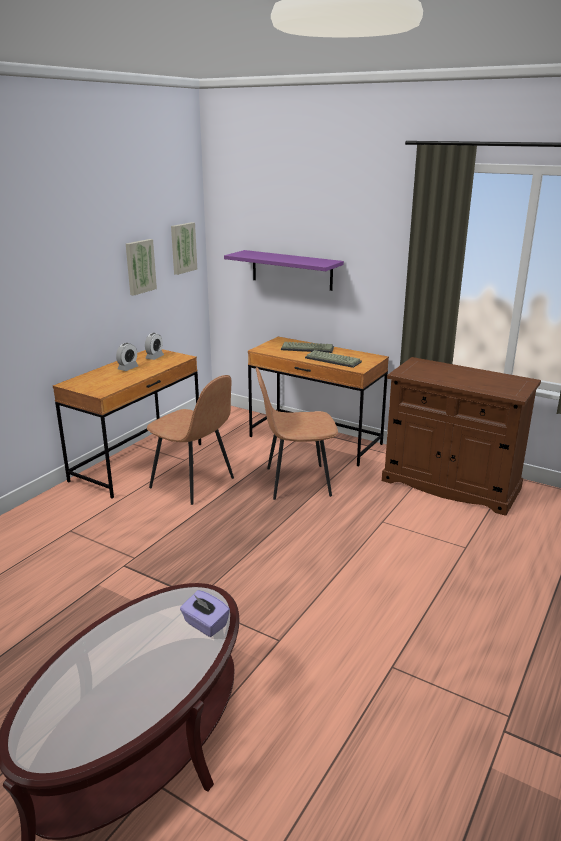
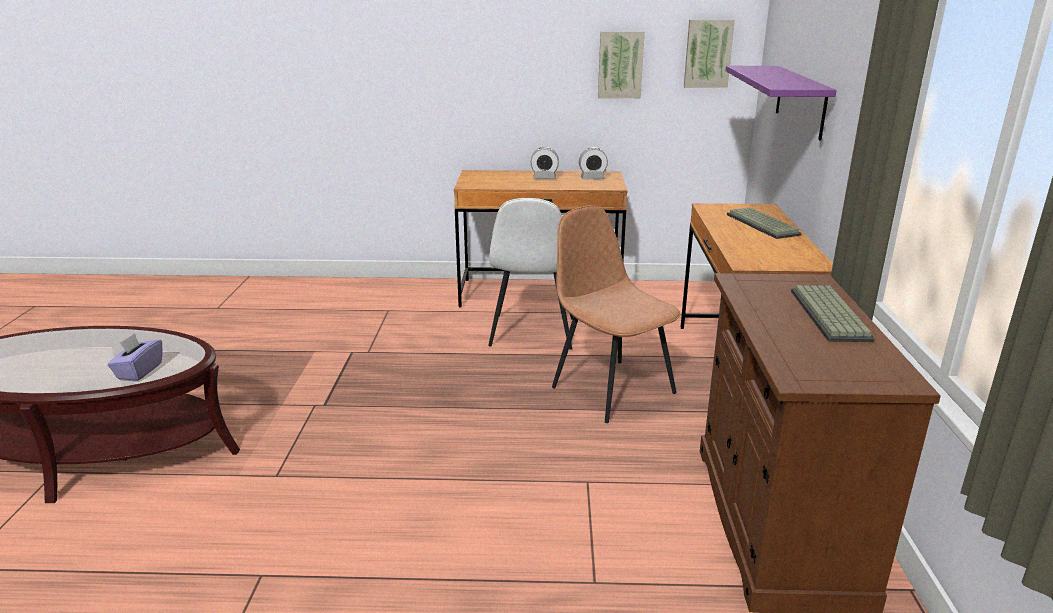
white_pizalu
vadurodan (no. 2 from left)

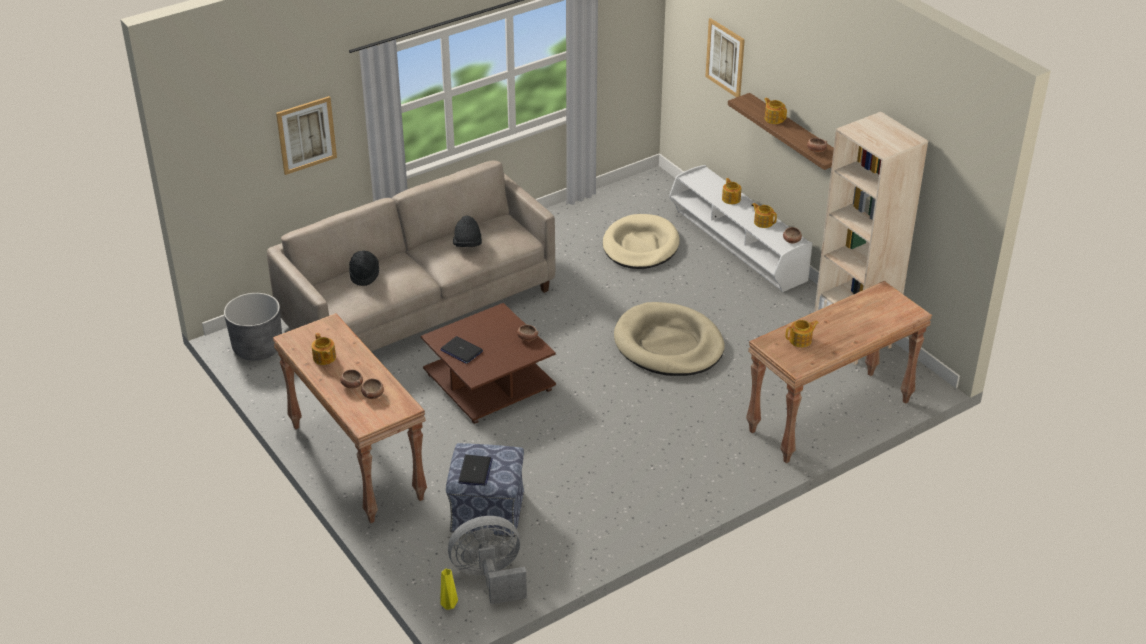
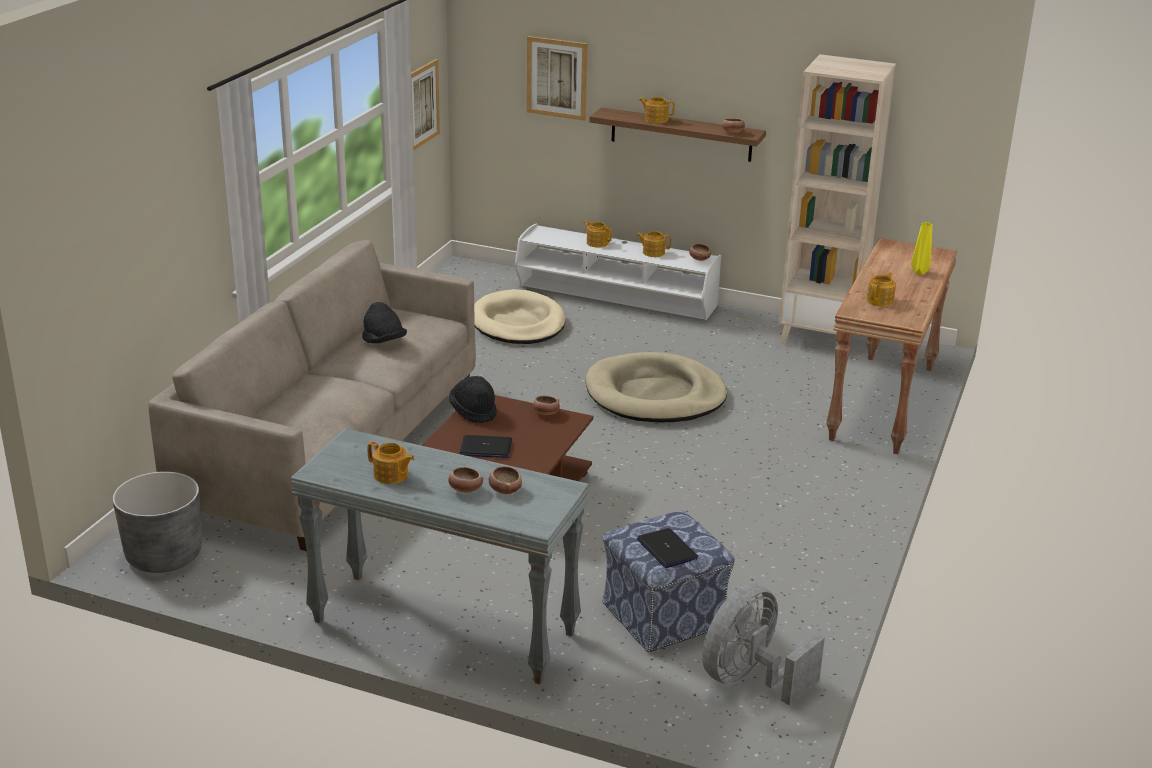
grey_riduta
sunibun (no. 1 from left)
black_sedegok (no. 2 from left)
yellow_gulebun

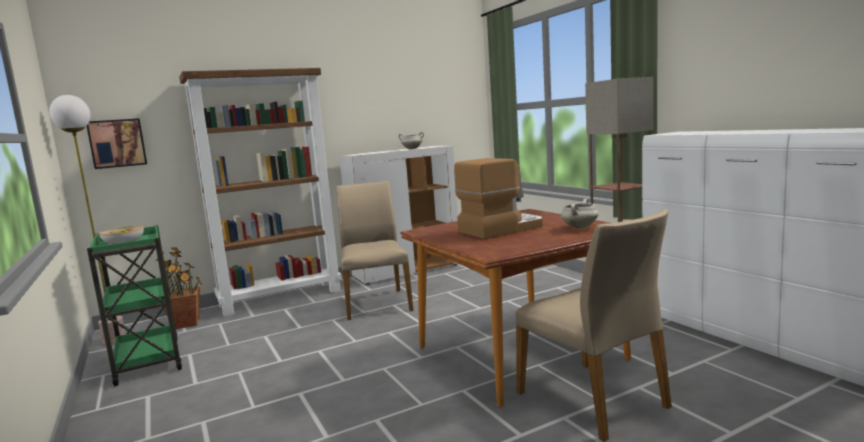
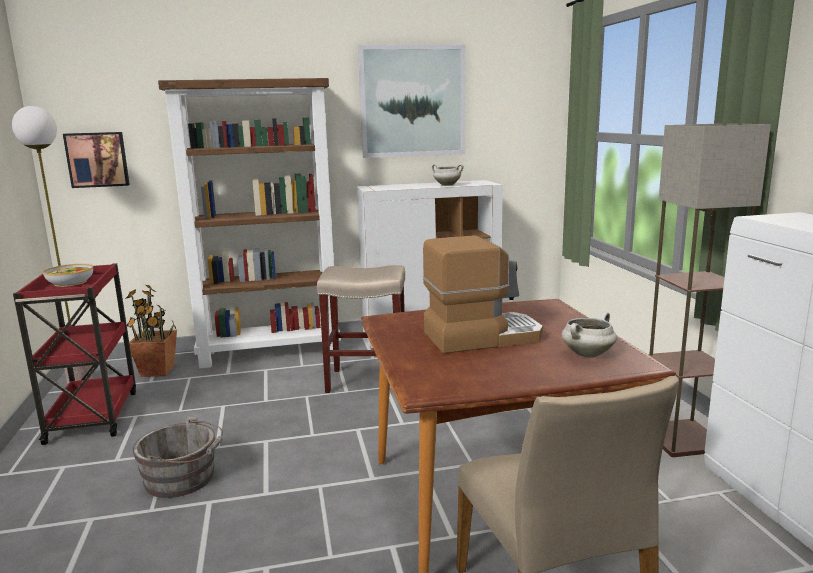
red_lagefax
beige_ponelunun
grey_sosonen
sunibun (no. 2 from left)

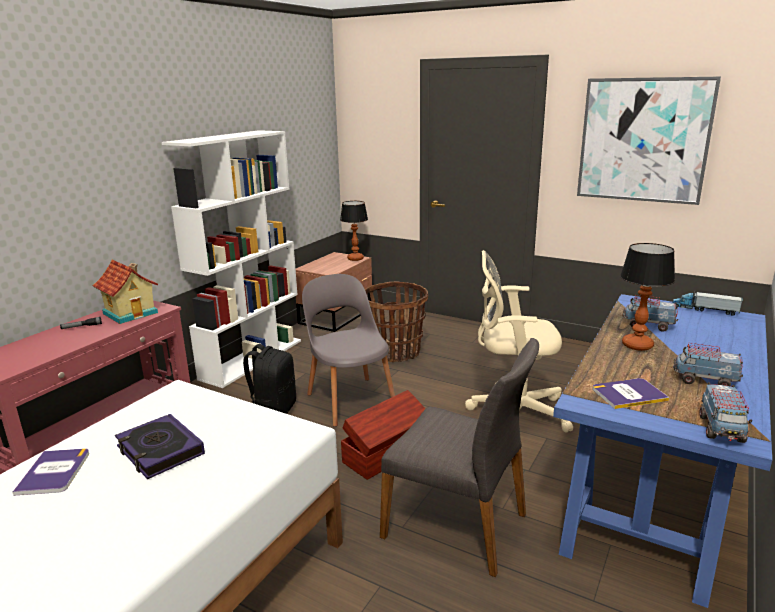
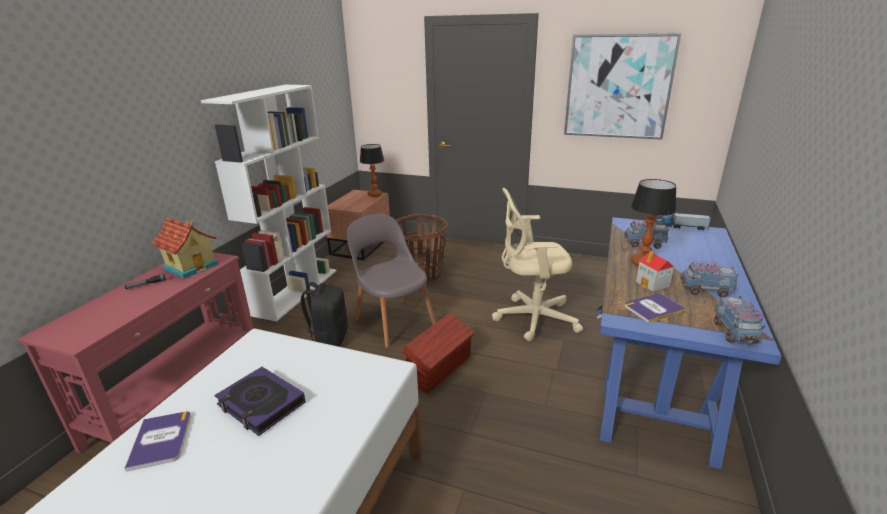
grey_pizalu (no. 2 from left in the first image)
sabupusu (no. 2 from left)

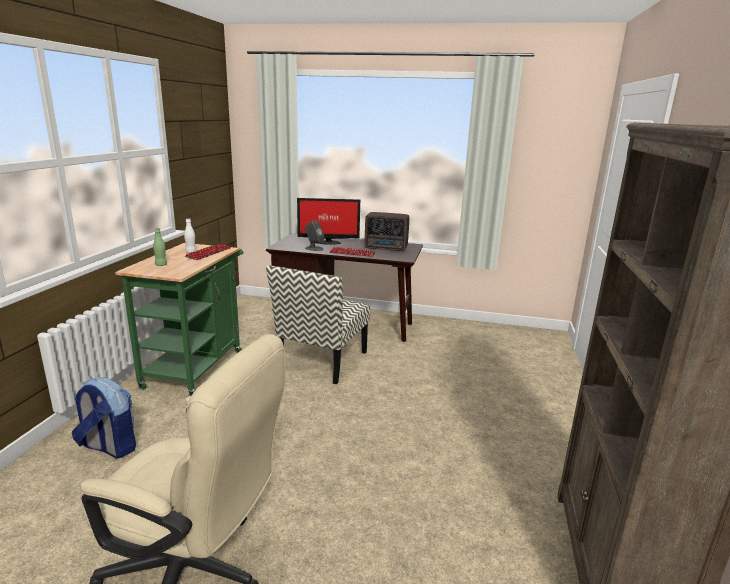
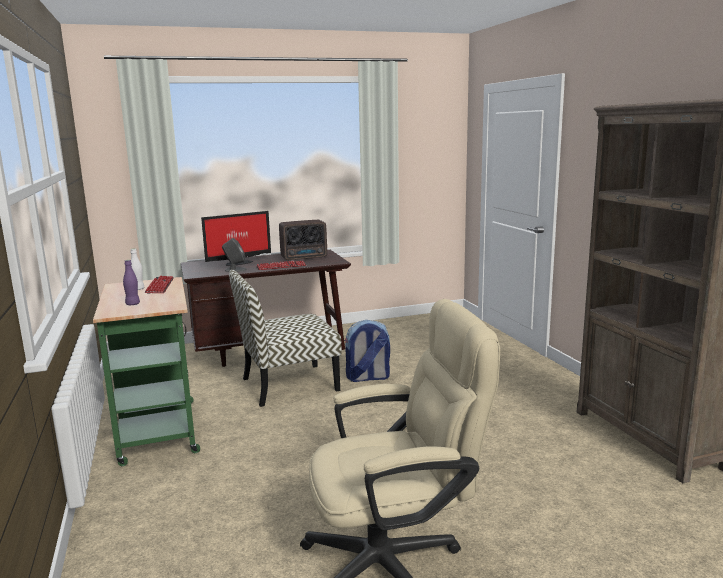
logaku
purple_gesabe
pizalu

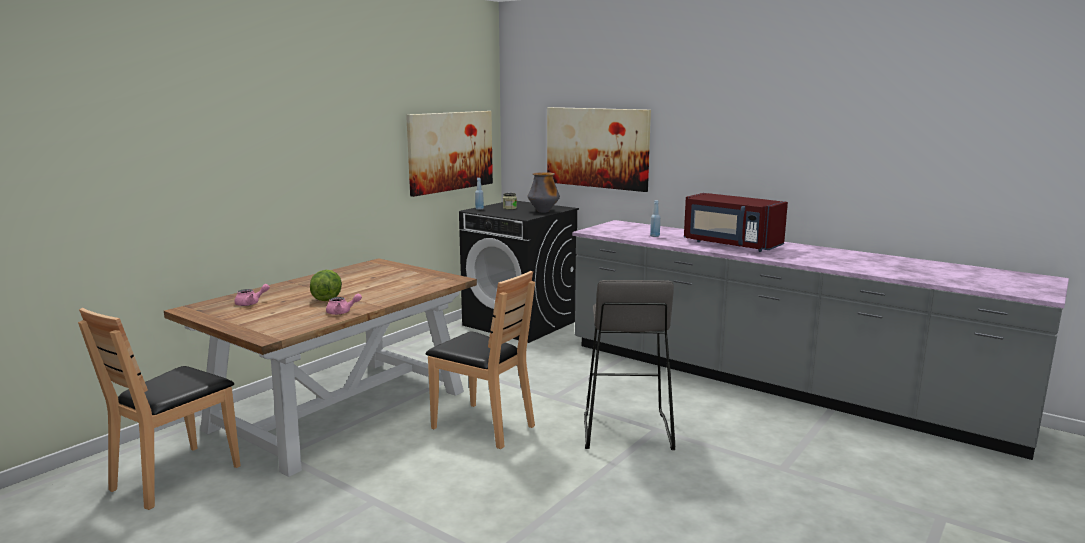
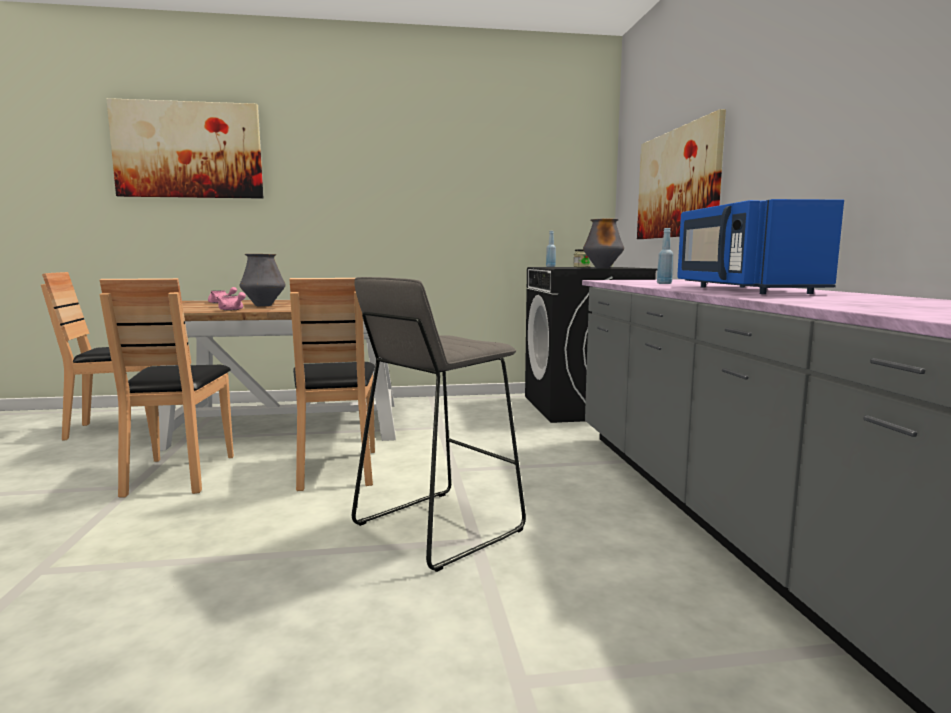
gulebun (no. 1 from left)
sunibun (no. 1 from left)
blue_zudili
brown_pizalu (no. 2 from left)

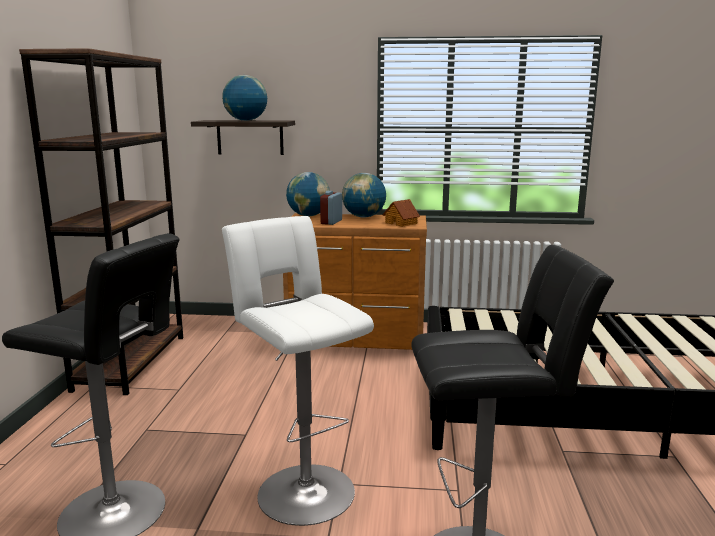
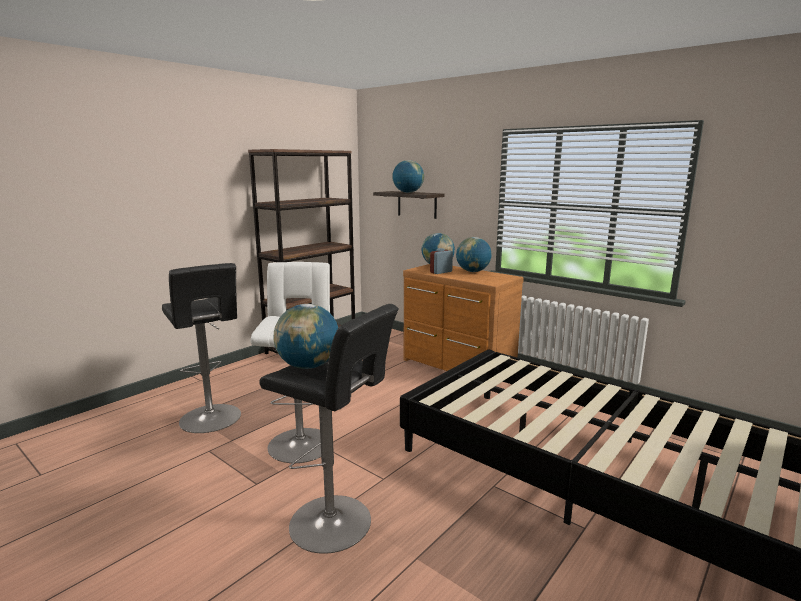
sabupusu
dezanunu (no. 1 from left)

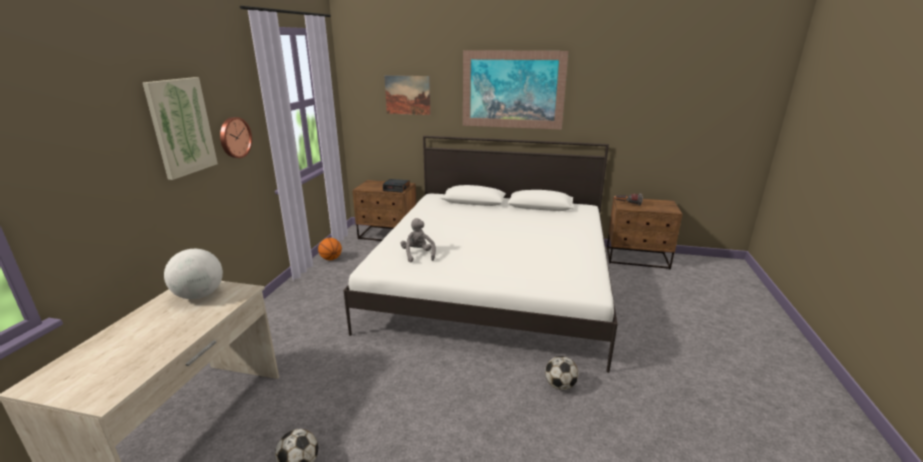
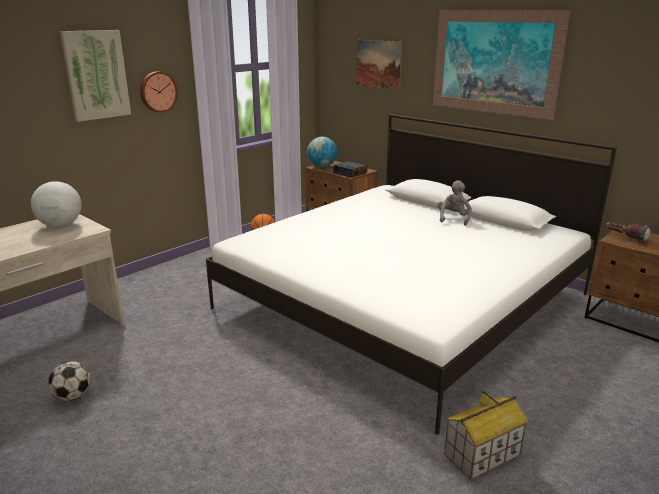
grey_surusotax
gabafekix (no. 2 from left in the first image)
dezanunu (no. 2 from left)
sabupusu

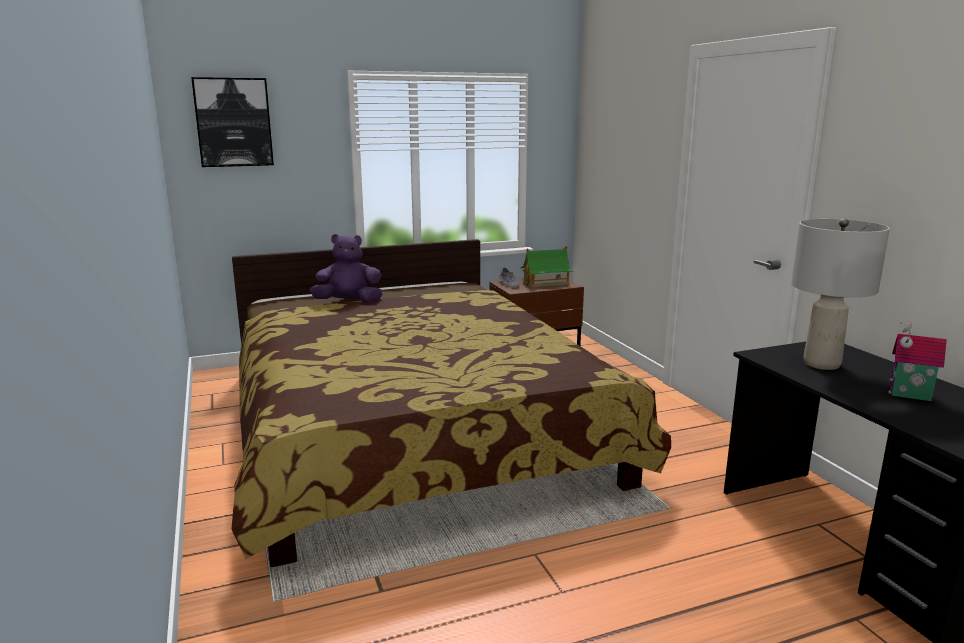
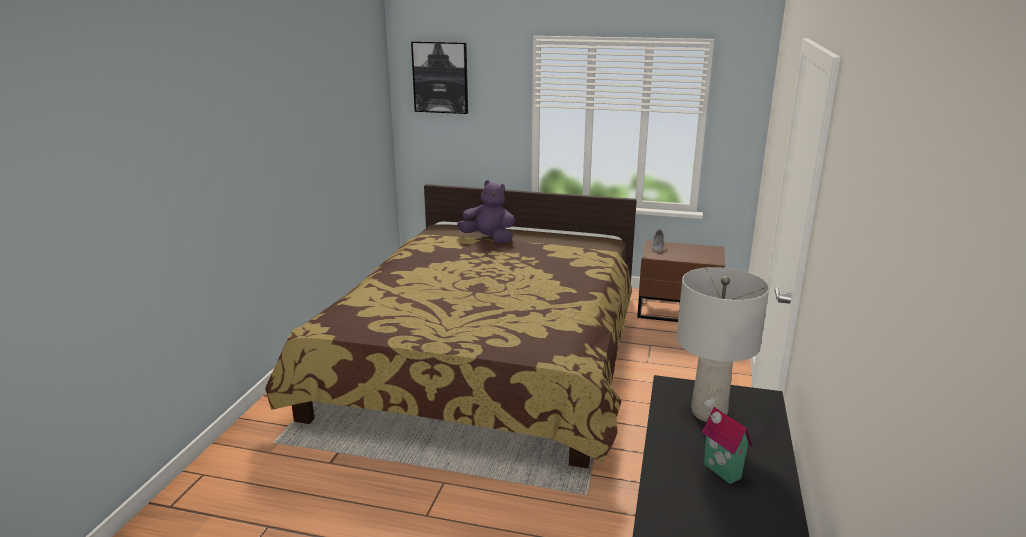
sabupusu (no. 1 from left in the first image)

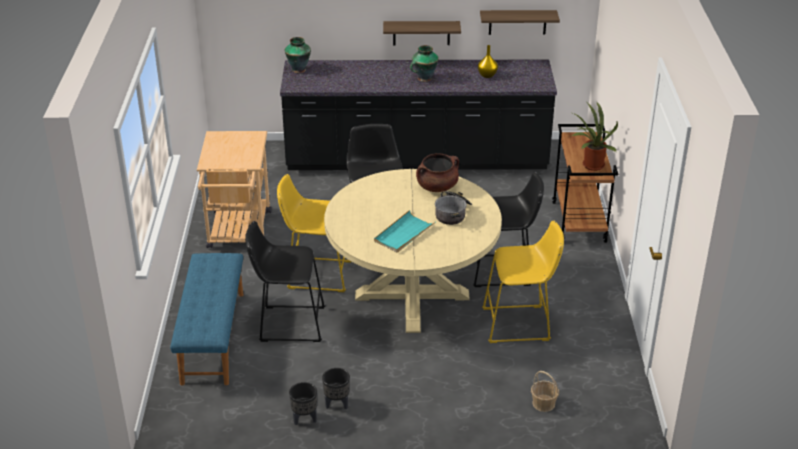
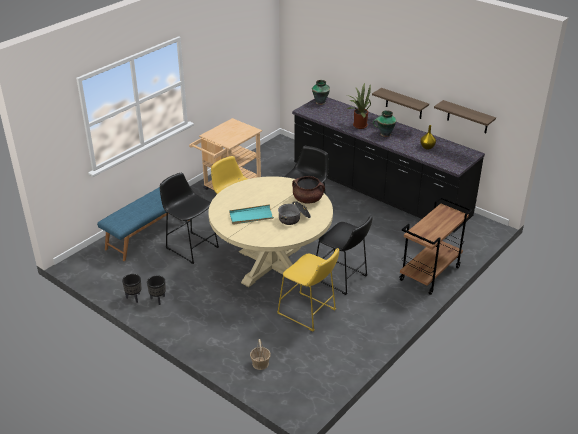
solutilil

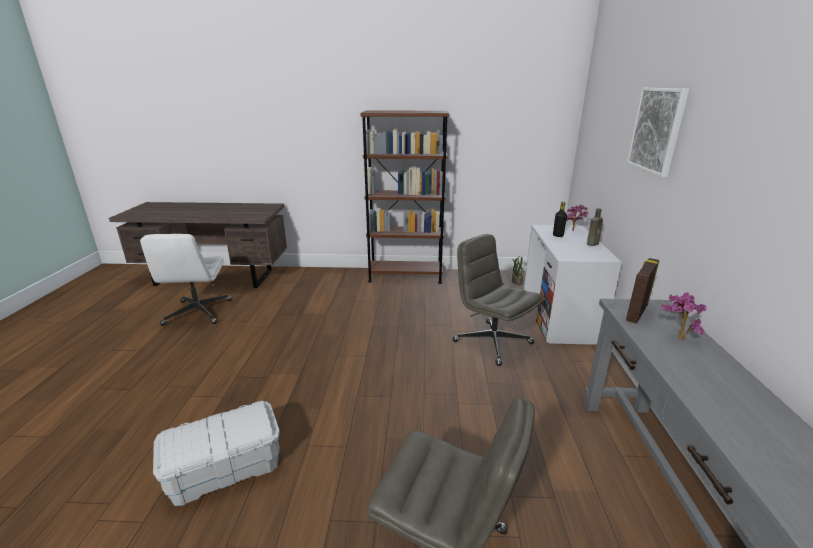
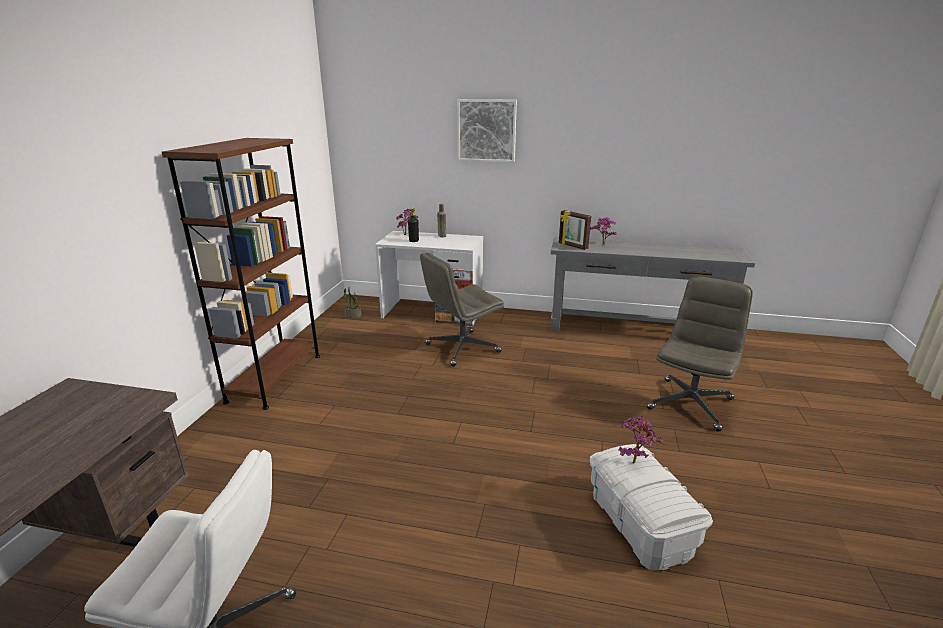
solutilil (no. 4 from left)

